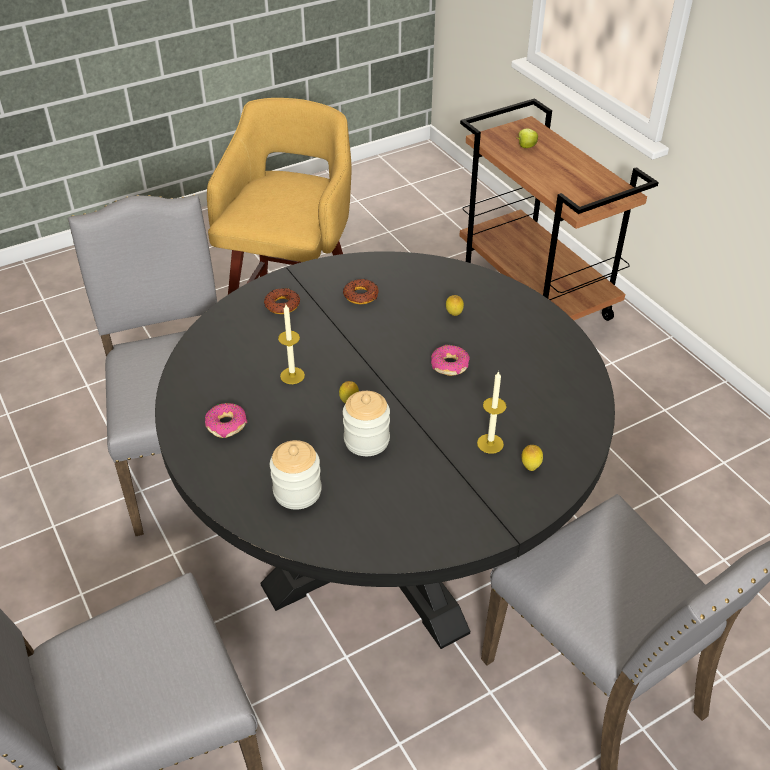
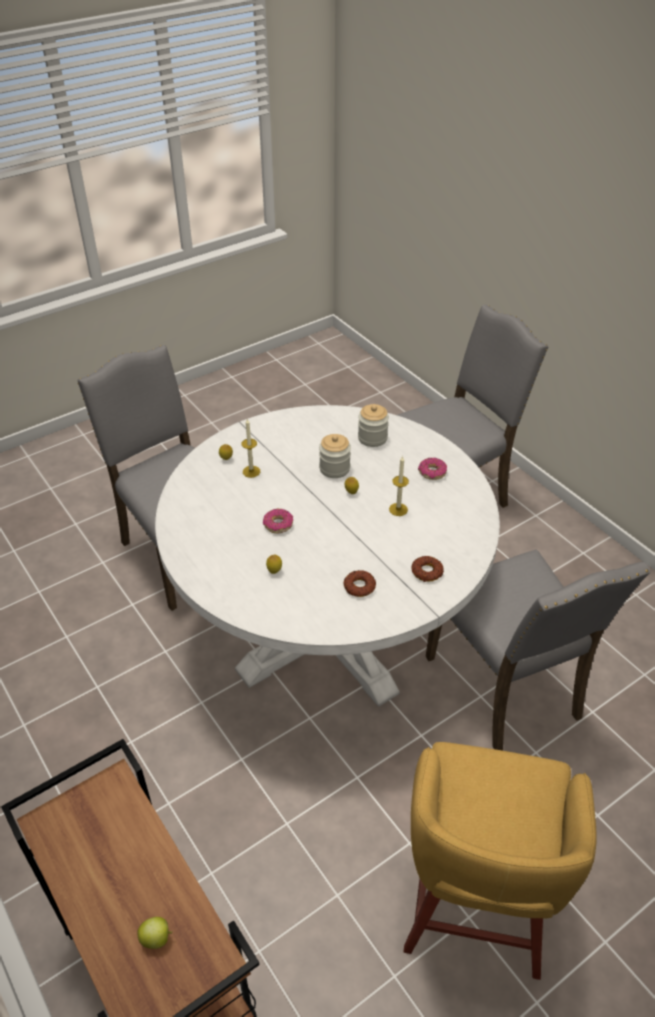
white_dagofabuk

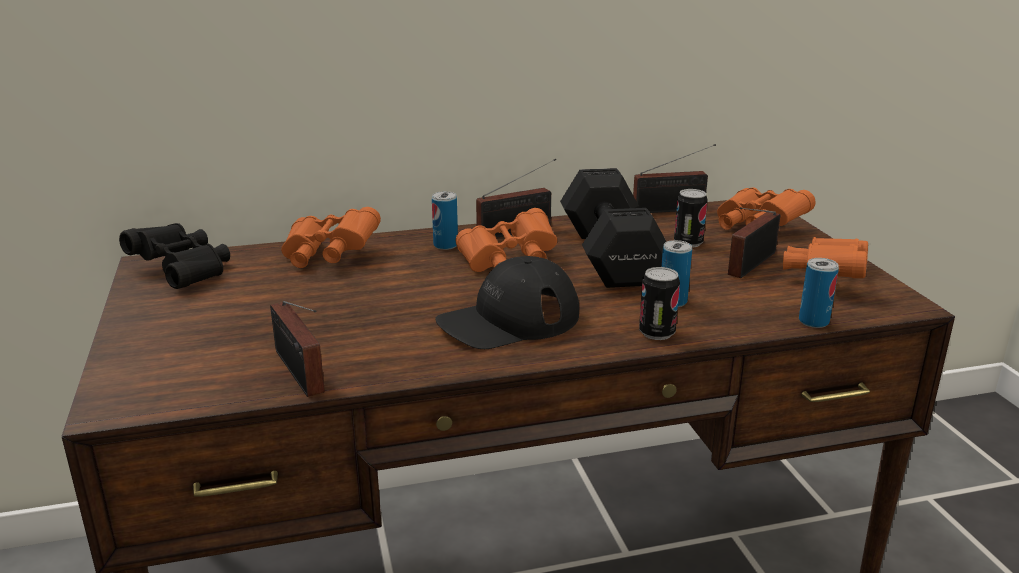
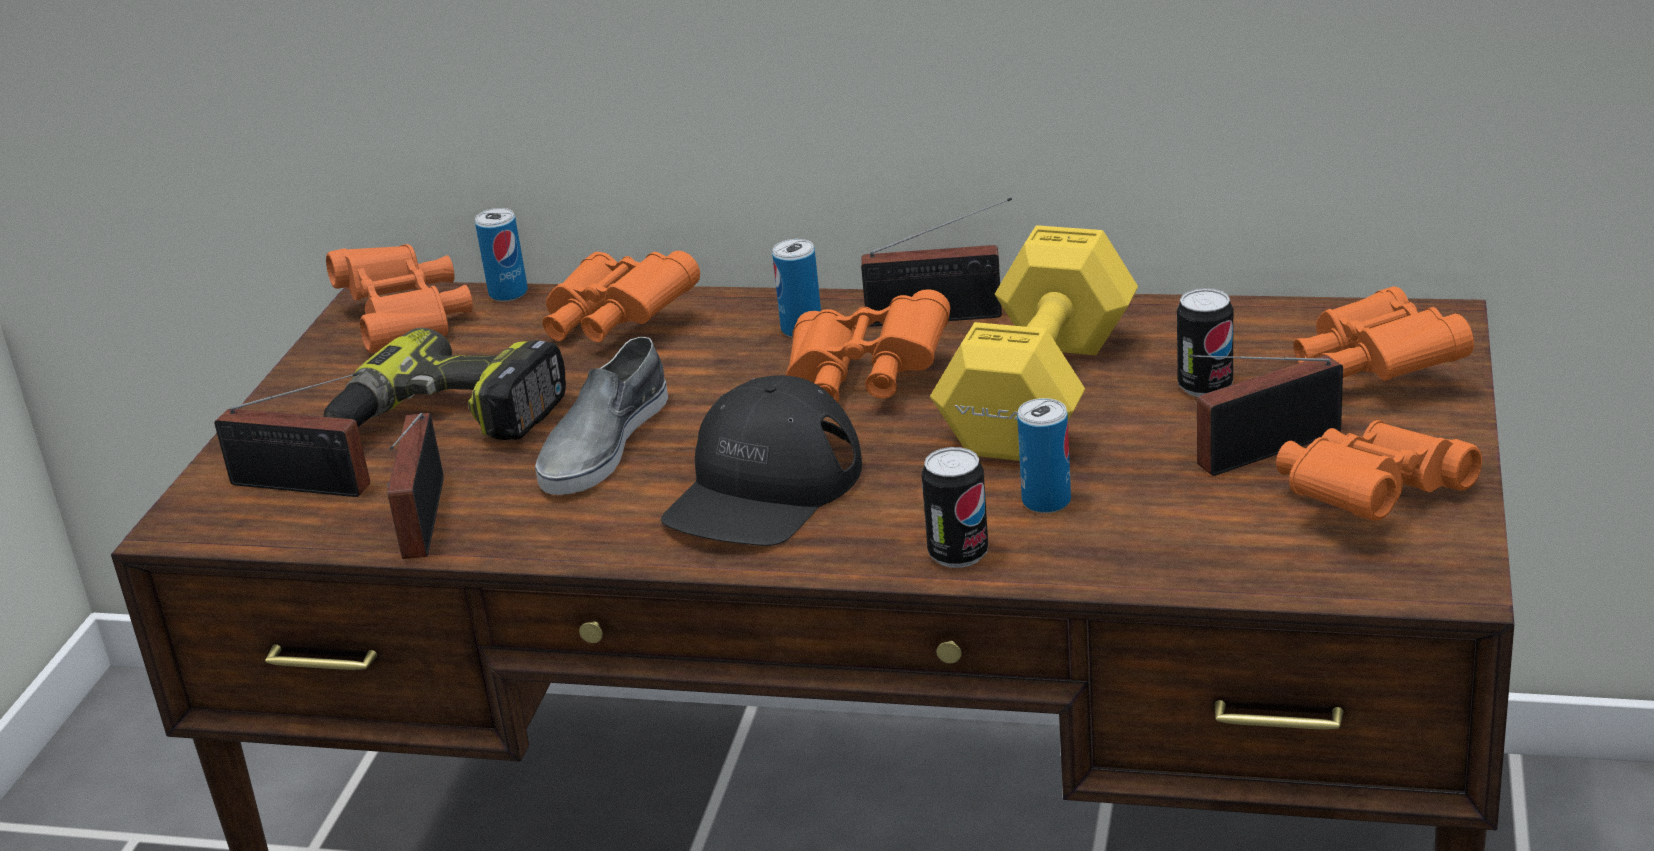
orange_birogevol (no. 1 from left)
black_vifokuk
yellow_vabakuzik
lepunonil (no. 1 from left)
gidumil (no. 1 from left)
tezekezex
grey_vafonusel

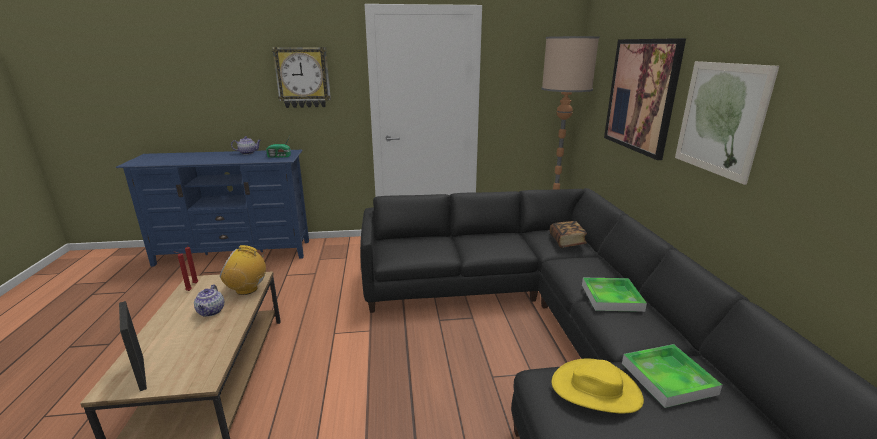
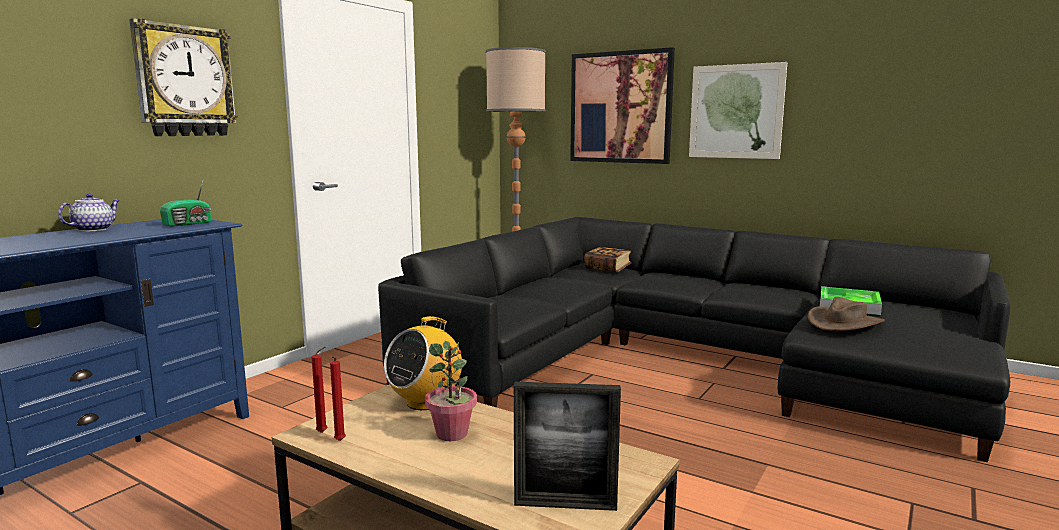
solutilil
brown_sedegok
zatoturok (no. 1 from left in the first image)

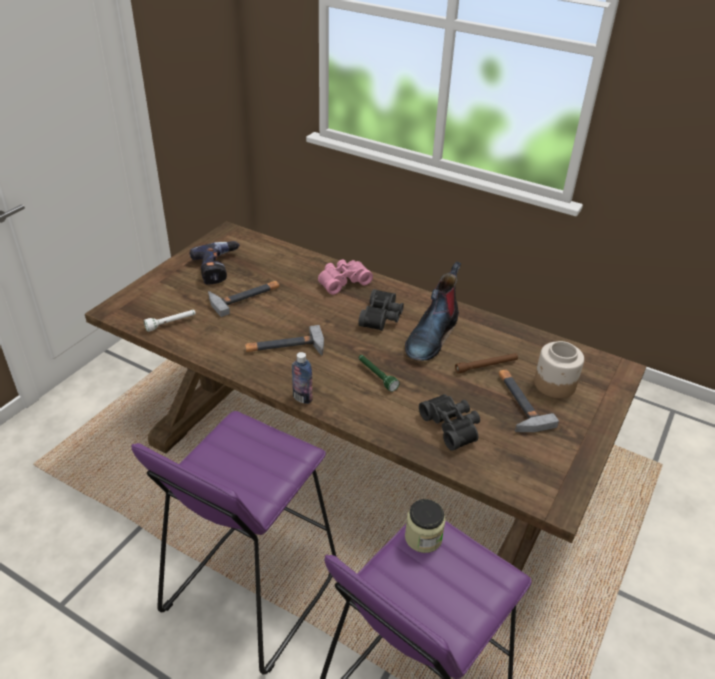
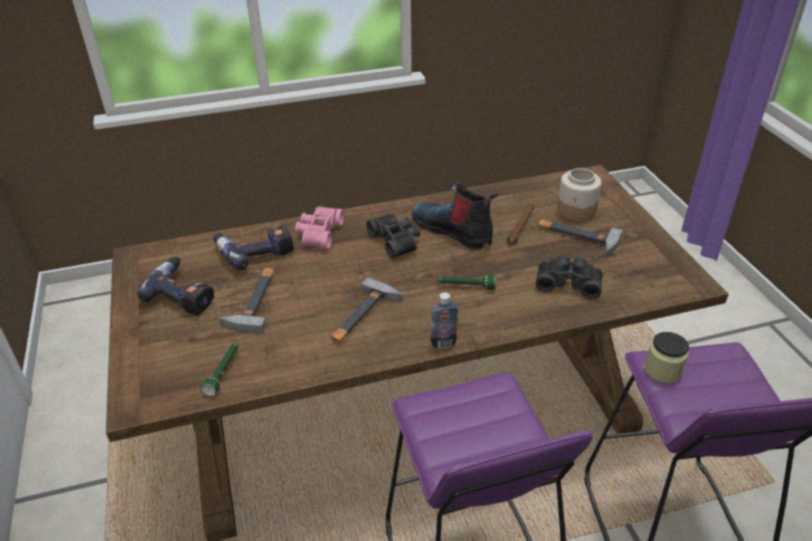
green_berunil (no. 1 from left)
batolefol
tezekezex (no. 2 from left)

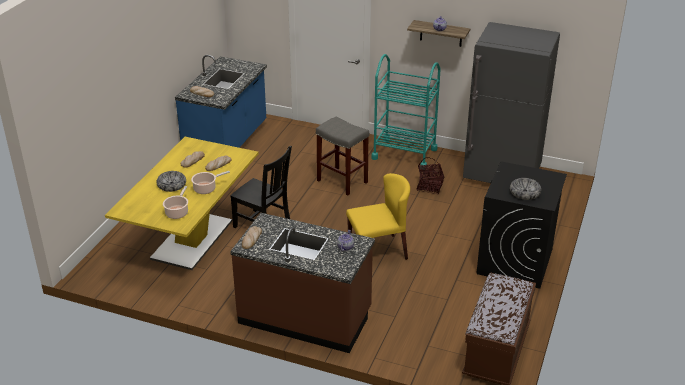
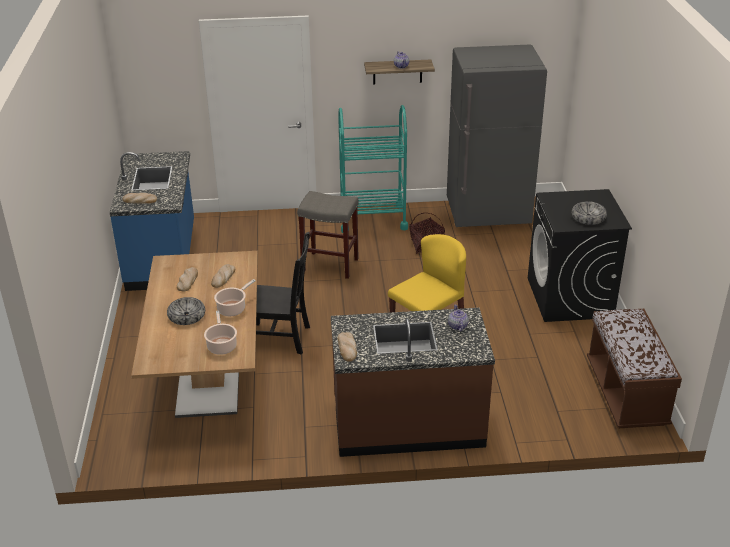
brown_dagofabuk

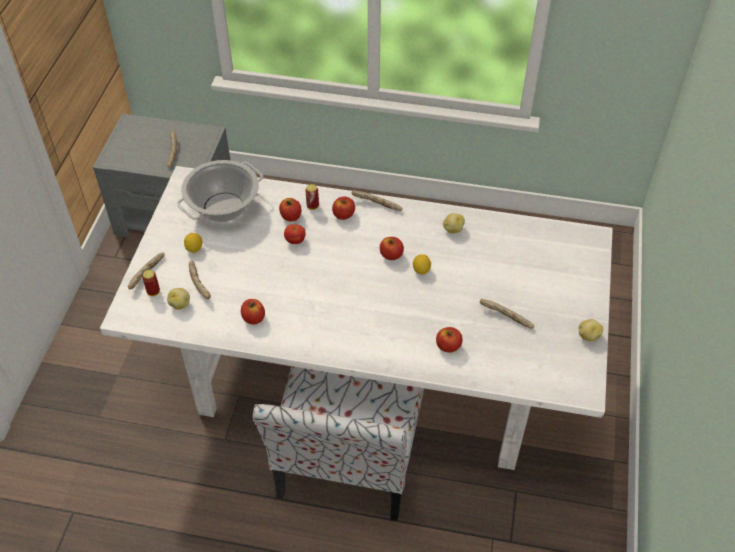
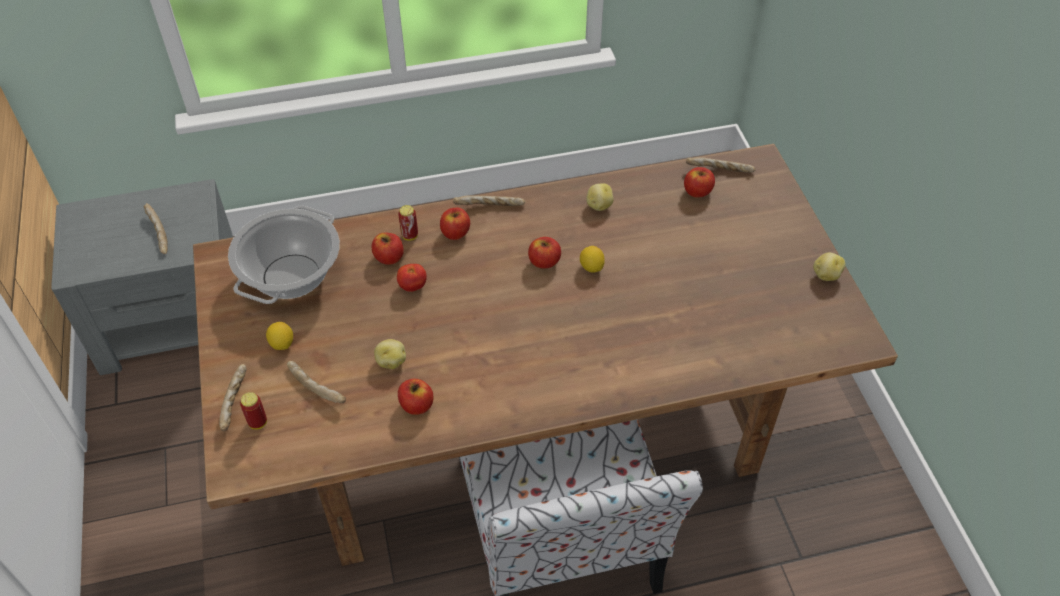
brown_dagofabuk
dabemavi (no. 1 from left)
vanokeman (no. 5 from left)
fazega (no. 5 from left)

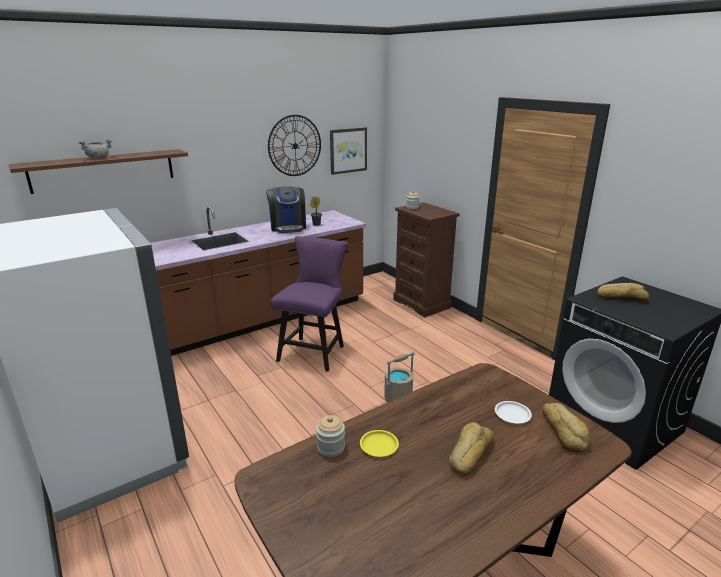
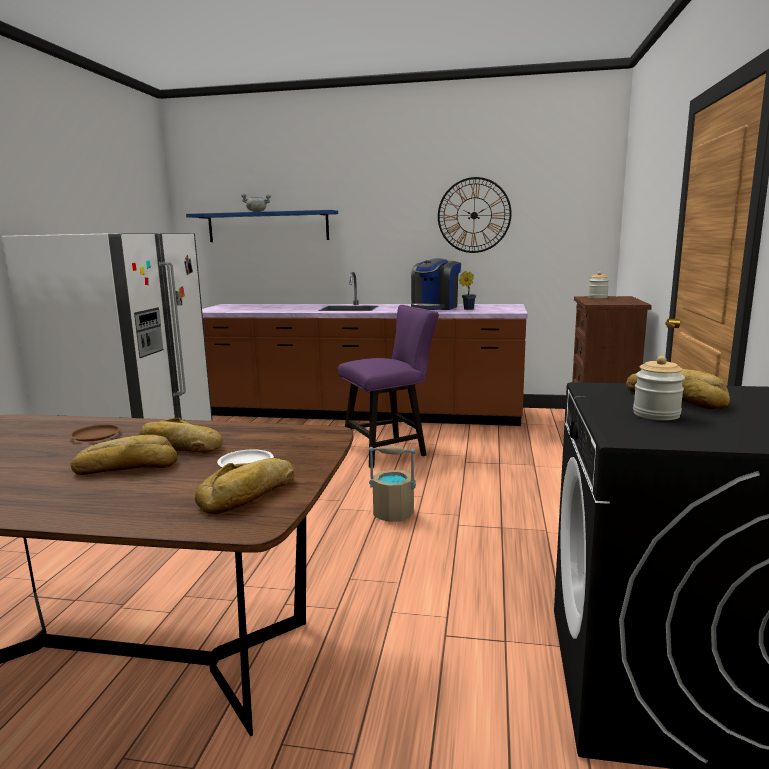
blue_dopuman
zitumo (no. 2 from left)
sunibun
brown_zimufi
fazega (no. 2 from left)

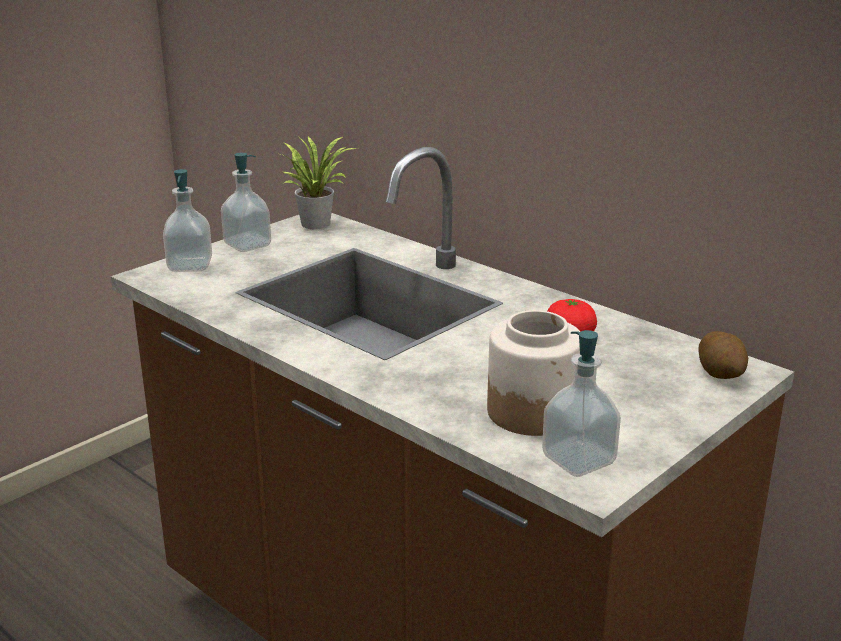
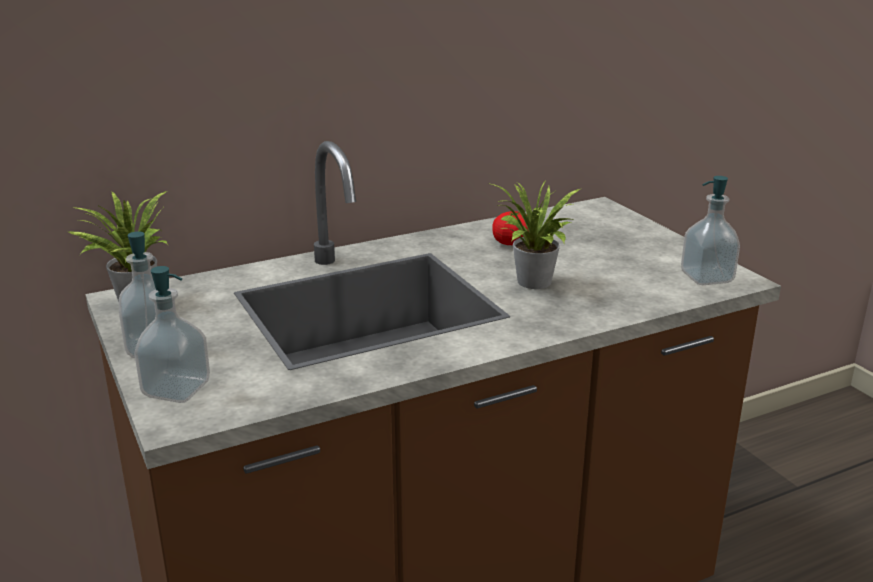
zitumo
dabemavi
solutilil (no. 2 from left)

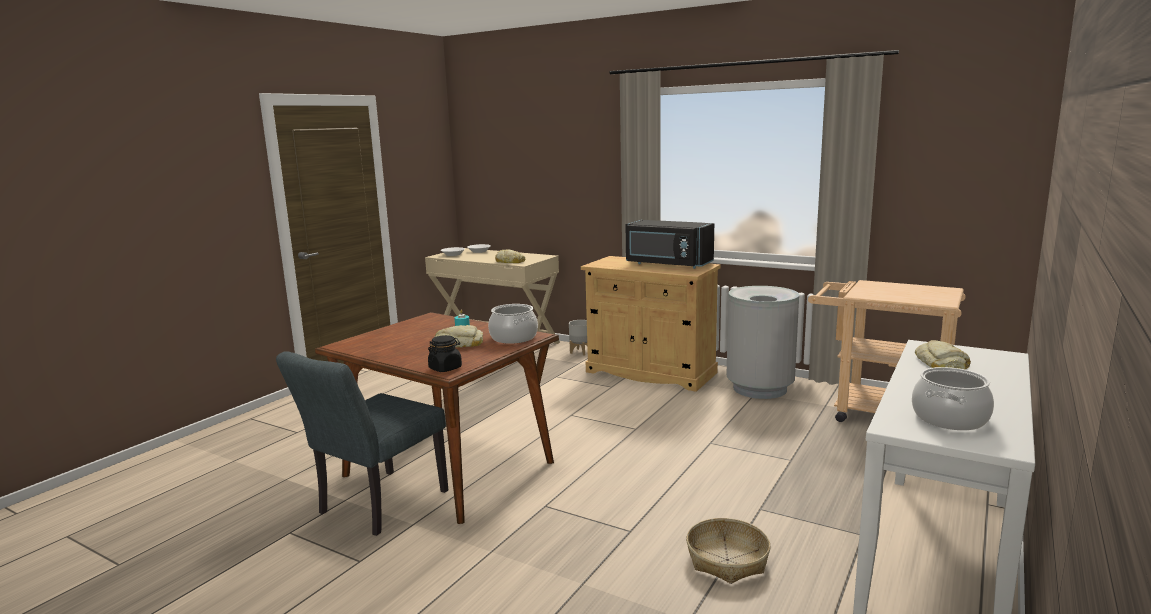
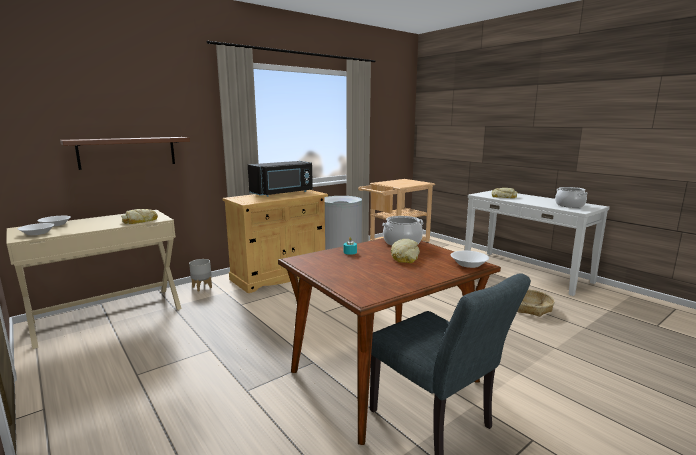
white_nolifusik (no. 3 from left)
dopuman

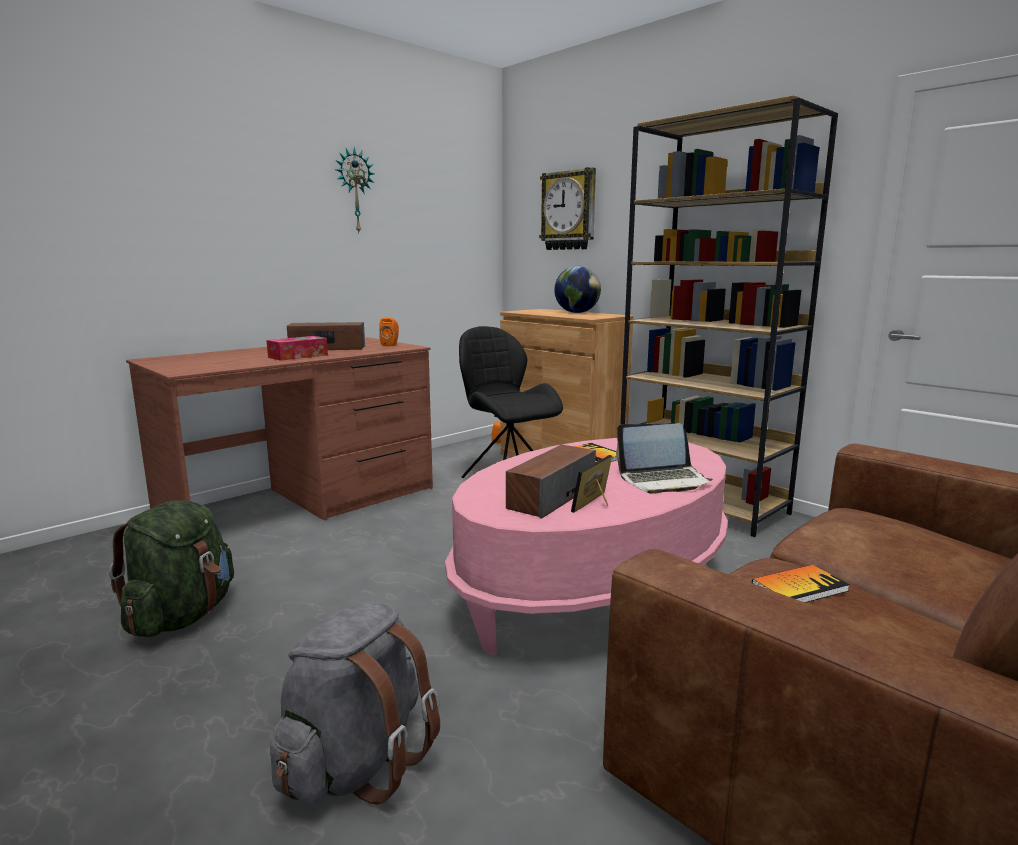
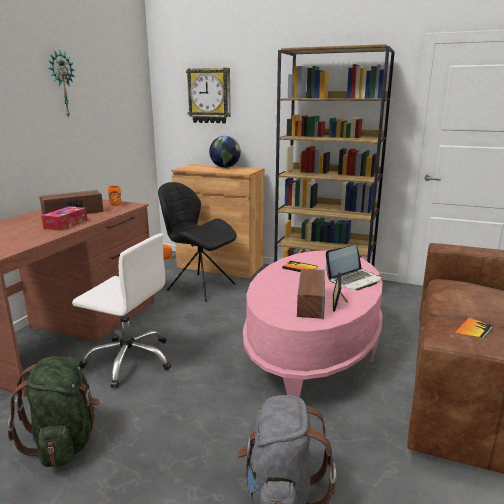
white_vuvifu

